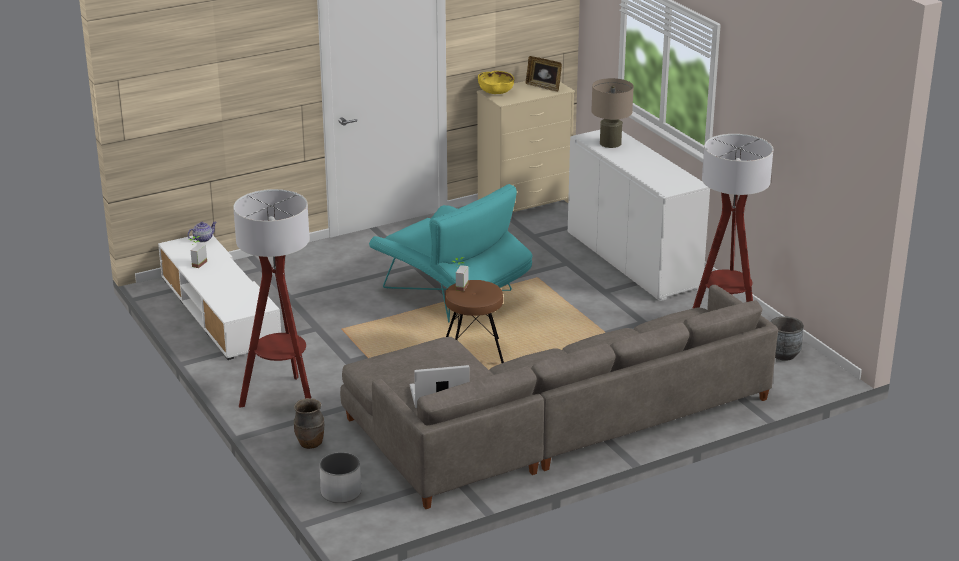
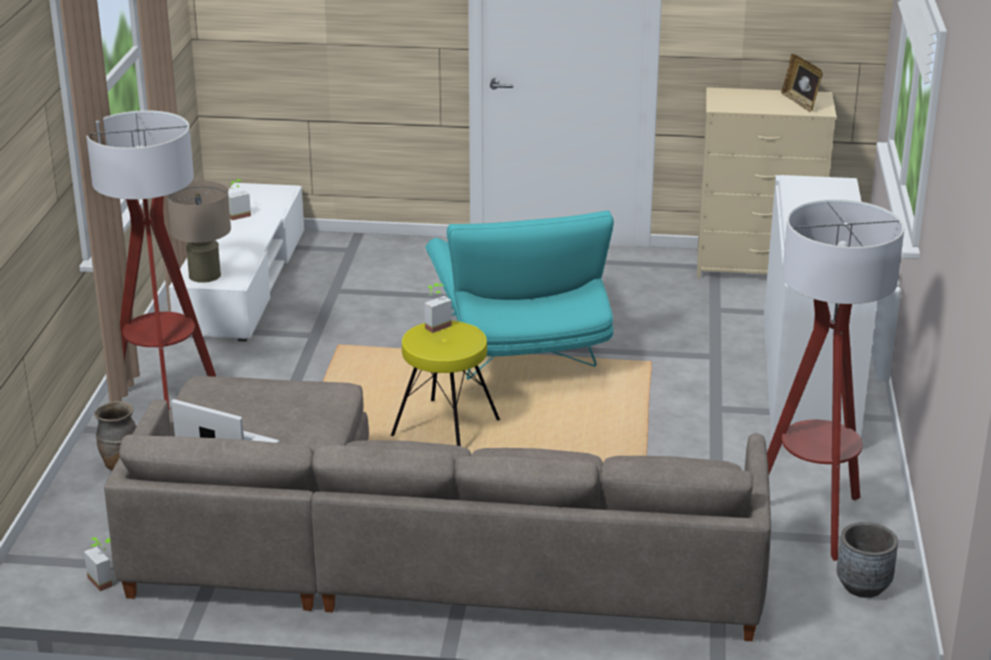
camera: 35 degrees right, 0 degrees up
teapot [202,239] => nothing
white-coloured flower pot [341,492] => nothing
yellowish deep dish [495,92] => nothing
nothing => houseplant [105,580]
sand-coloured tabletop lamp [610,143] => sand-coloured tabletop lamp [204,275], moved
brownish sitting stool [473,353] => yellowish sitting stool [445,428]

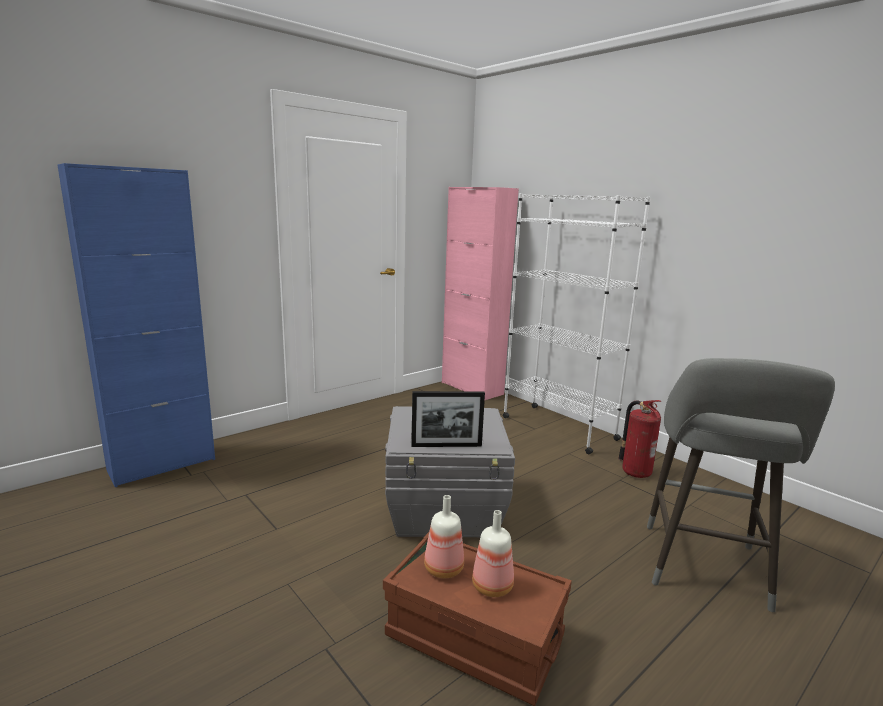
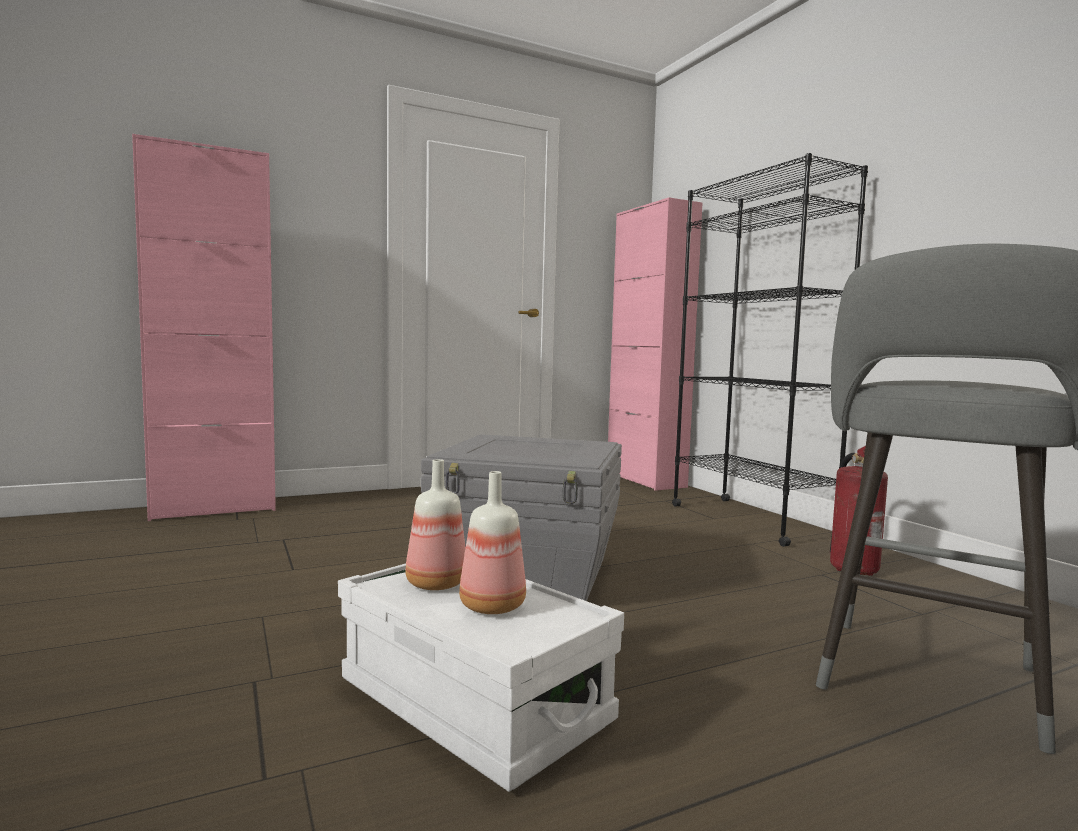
camera: 15 degrees right, 10 degrees down
standing frame [446,445] => nothing
bluish cabinet [162,464] => pink-coloured cabinet [214,509]
brownish storage bin [474,638] => white-coloured storage bin [473,703]
white-coloured bookshelf [558,428] => black-coloured bookshelf [750,520]

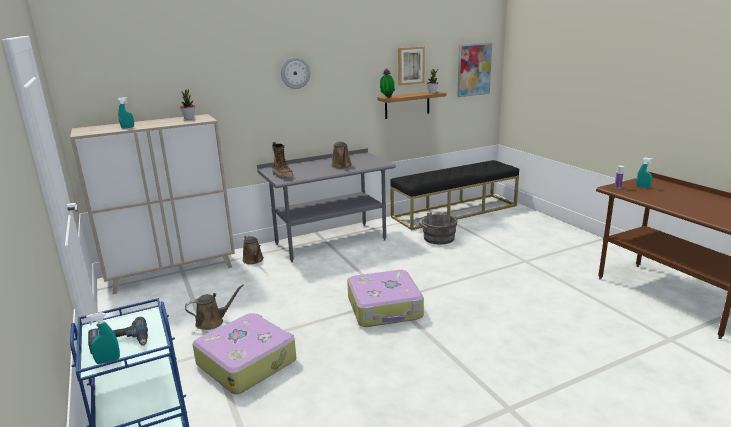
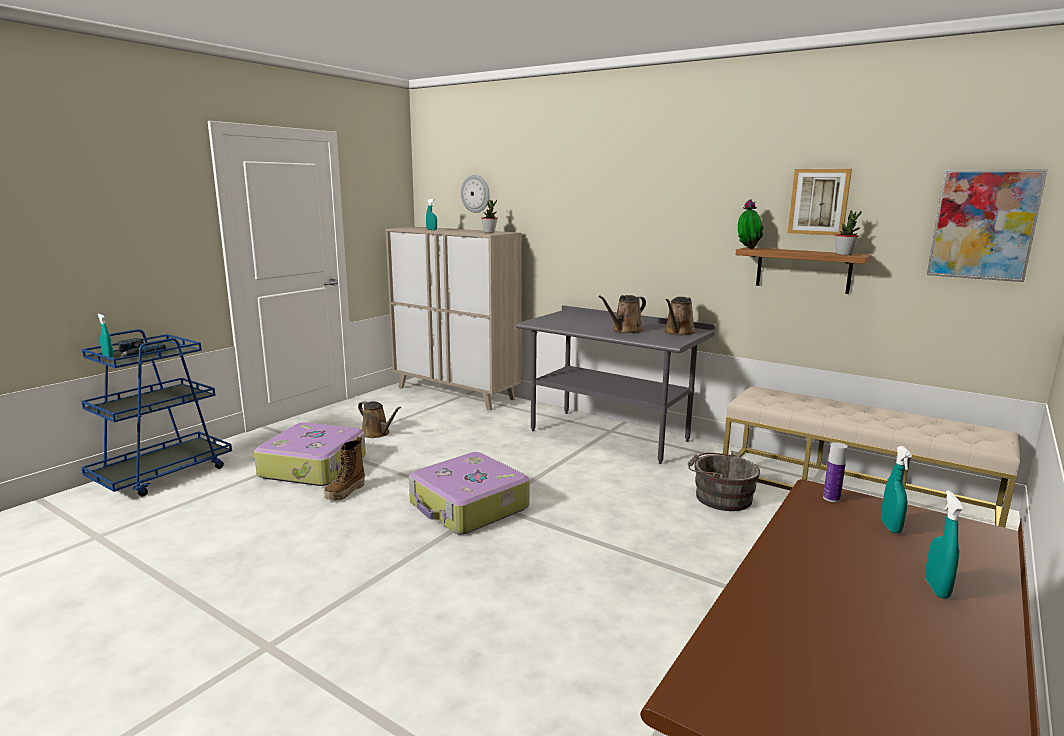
camera: 60 degrees right, 5 degrees down
nothing => turquoise-coloured spray bottle [936,588]
brownish watering can [254,260] => brownish watering can [678,332], moved
high-top boot [283,176] => high-top boot [345,492], moved
wall clock [295,73] => wall clock [475,194], moved
black-coloured indoor bench [455,211] => sand-coloured indoor bench [853,490]

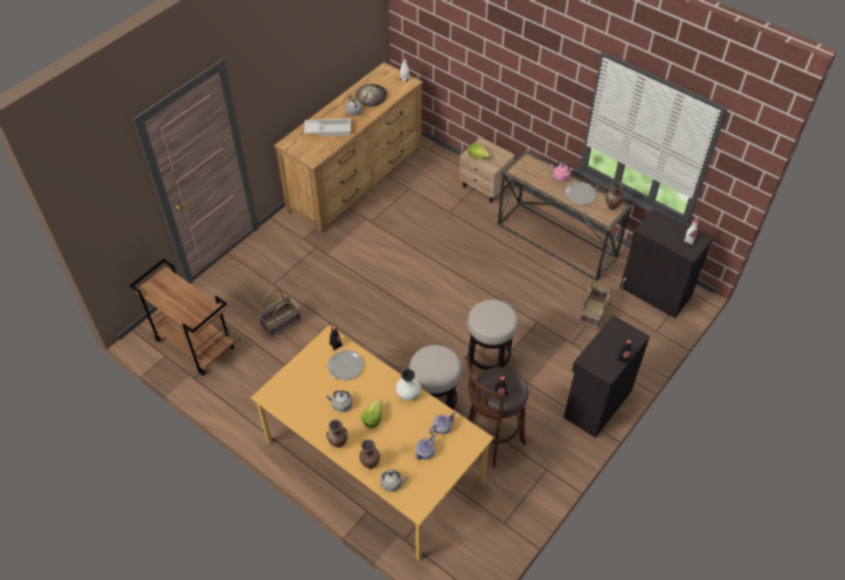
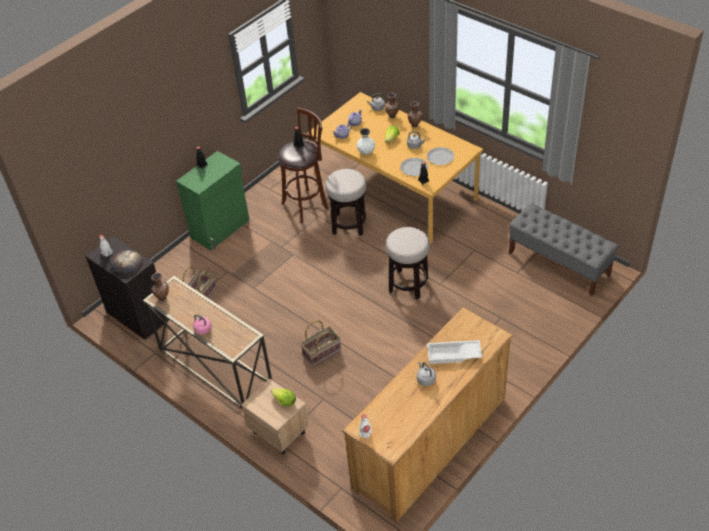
camera: 175 degrees left, 5 degrees down
storage basket [281,324] => storage basket [321,352], moved
bakery bread [371,96] => bakery bread [126,265], moved
sitting stool [488,360] => sitting stool [408,285], moved
flat dish [580,195] => flat dish [440,157], moved
brownish trolley [193,344] => greyish indoor bench [559,264]
black-coloured cabinet [596,404] => greenish cabinet [221,229]

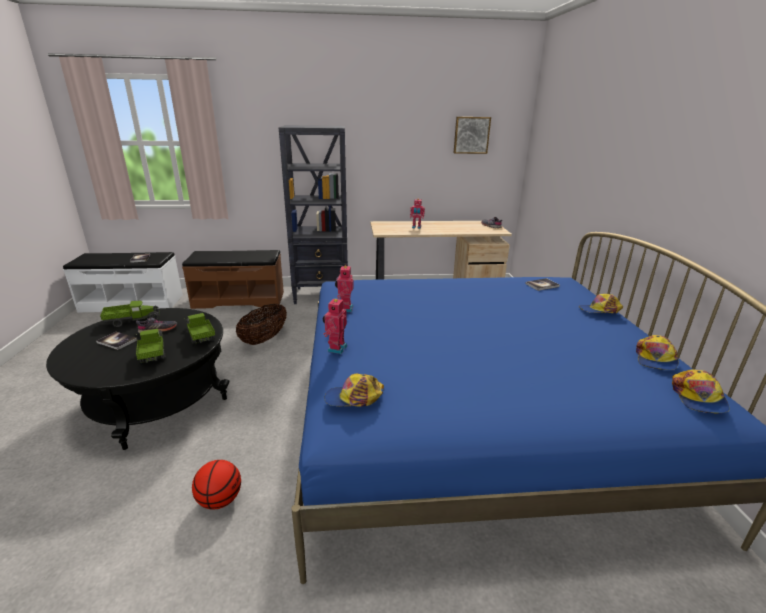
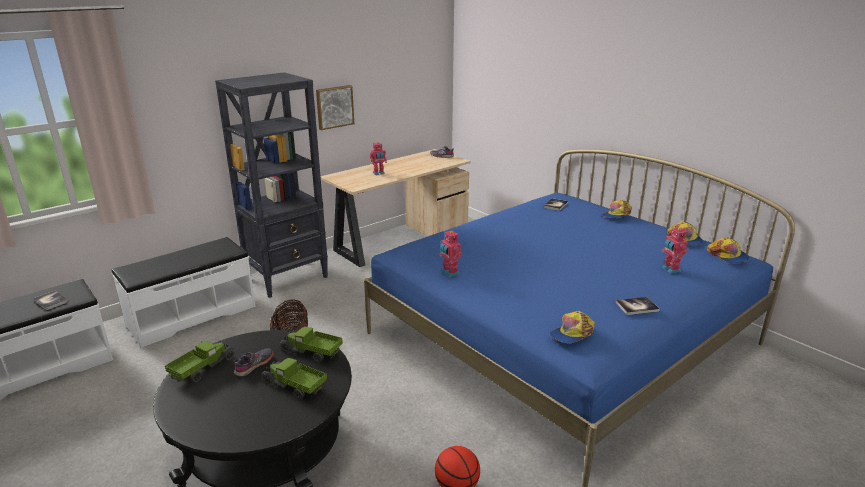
camera: 35 degrees left, 0 degrees up
bound book [117,341] => bound book [637,307], moved
model robot [336,348] => model robot [670,269], moved
wall picture [471,135] => wall picture [334,107], moved
brownish indoor bench [239,299] => white-coloured indoor bench [192,315]

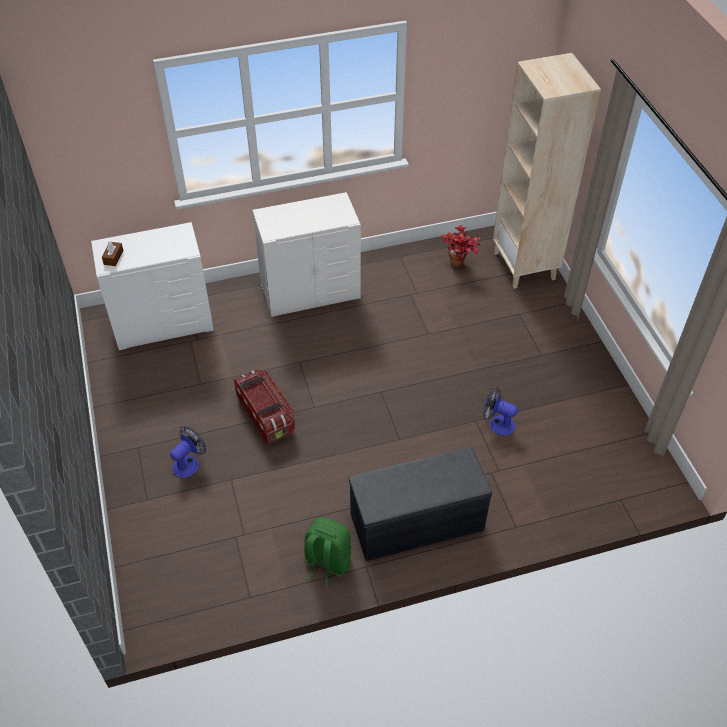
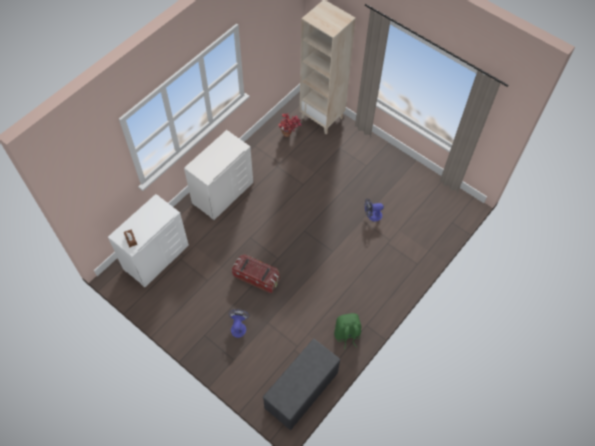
camera: 35 degrees left, 10 degrees up
greyish indoor bench [416,523] => greyish indoor bench [301,391], moved

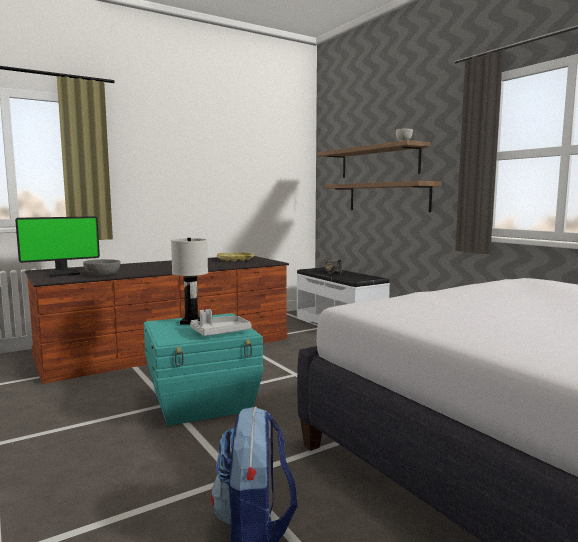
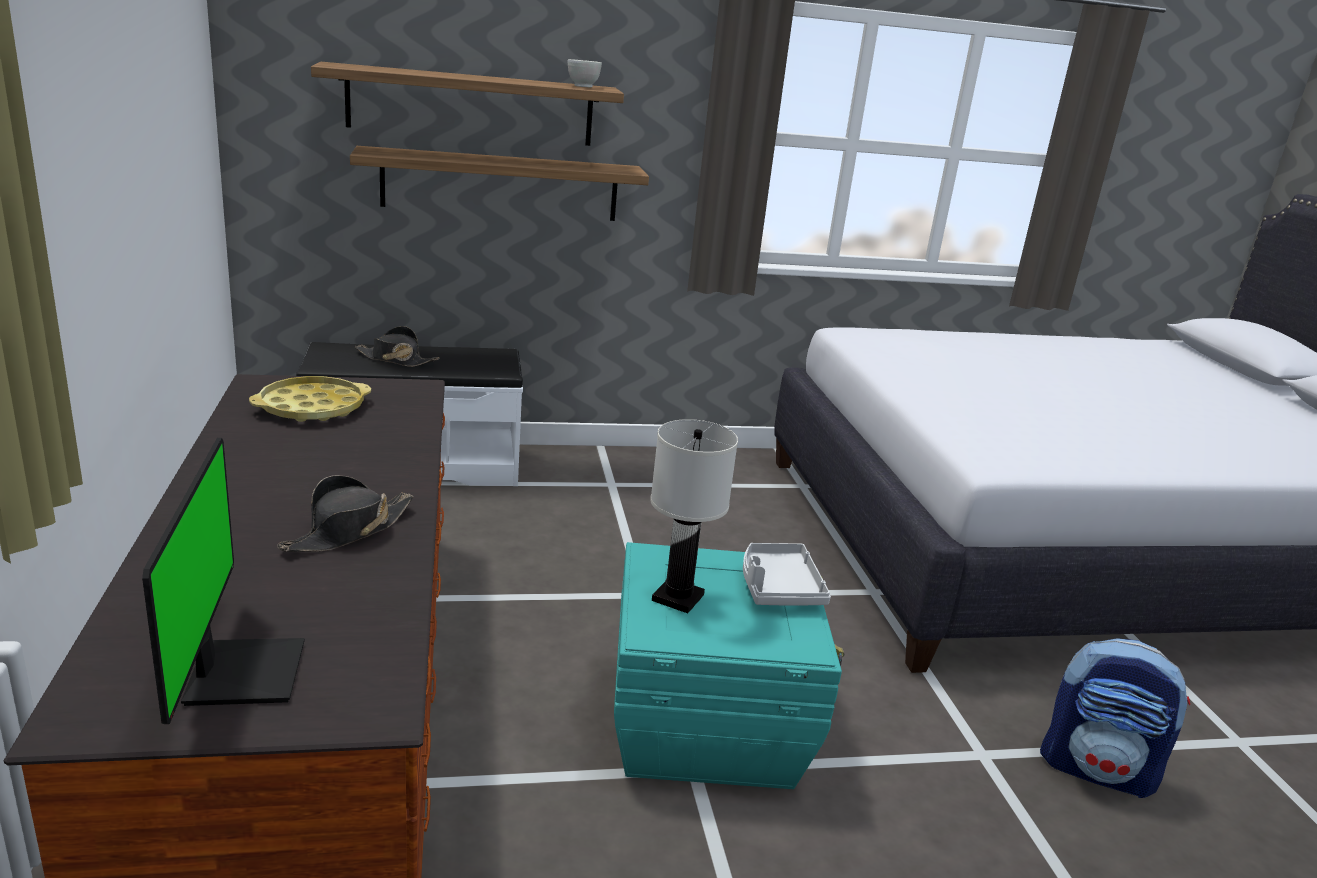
camera: 70 degrees left, 15 degrees up
greyish deep dish [103,275] => nothing
nothing => black-coloured clothing hat [348,531]

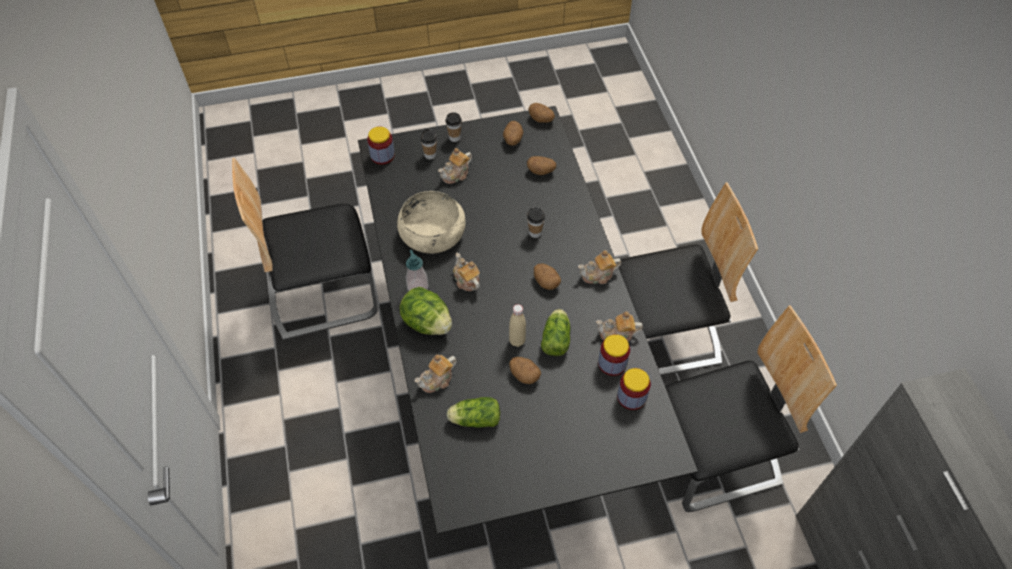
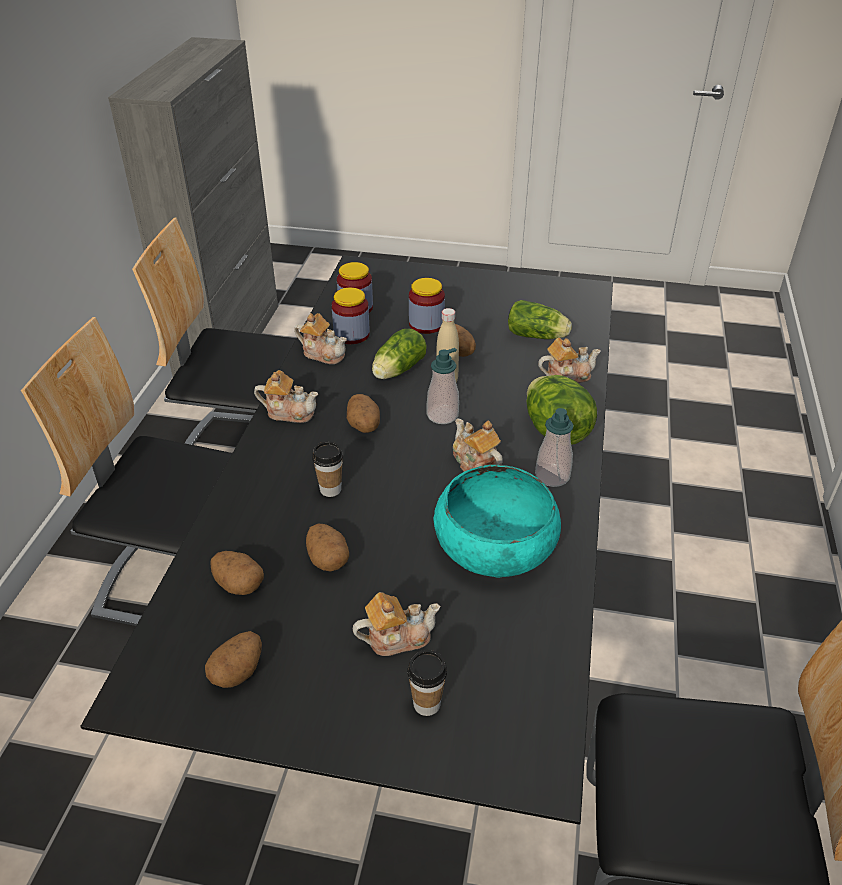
camera: 155 degrees left, 15 degrees down
small cup [454,138] => nothing
nothing => soap dispenser [442,415]
jar [382,155] => jar [426,324], moved
potato [541,119] => potato [328,559], moved
sand-coloured deep dish [432,233] => turquoise-coloured deep dish [495,544]
teapot [466,280] => teapot [475,462], 150 degrees clockwise

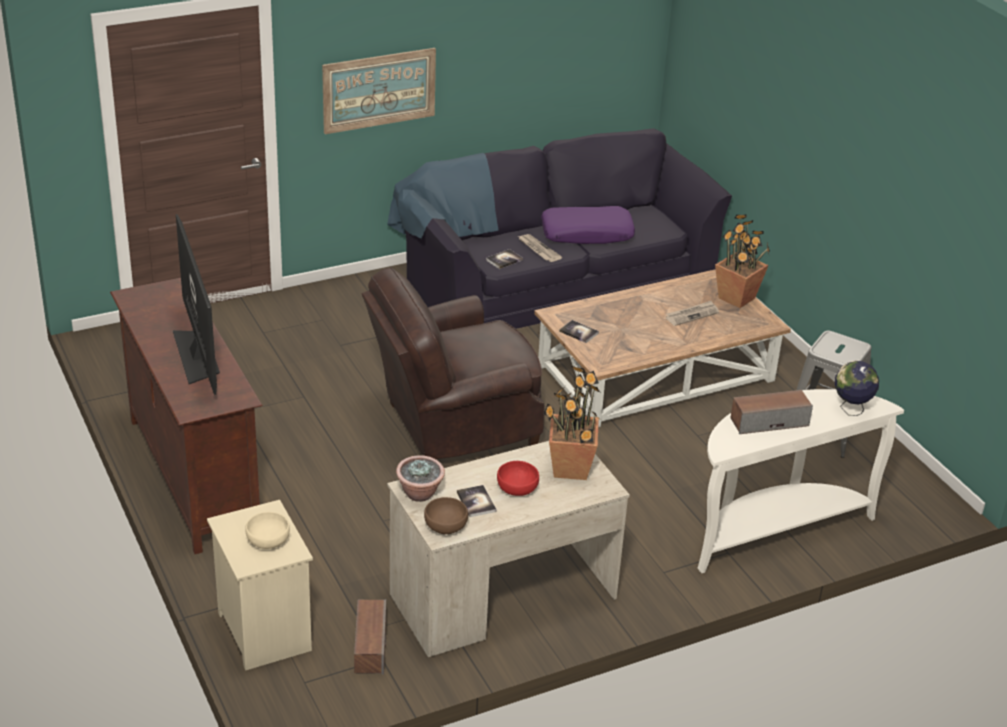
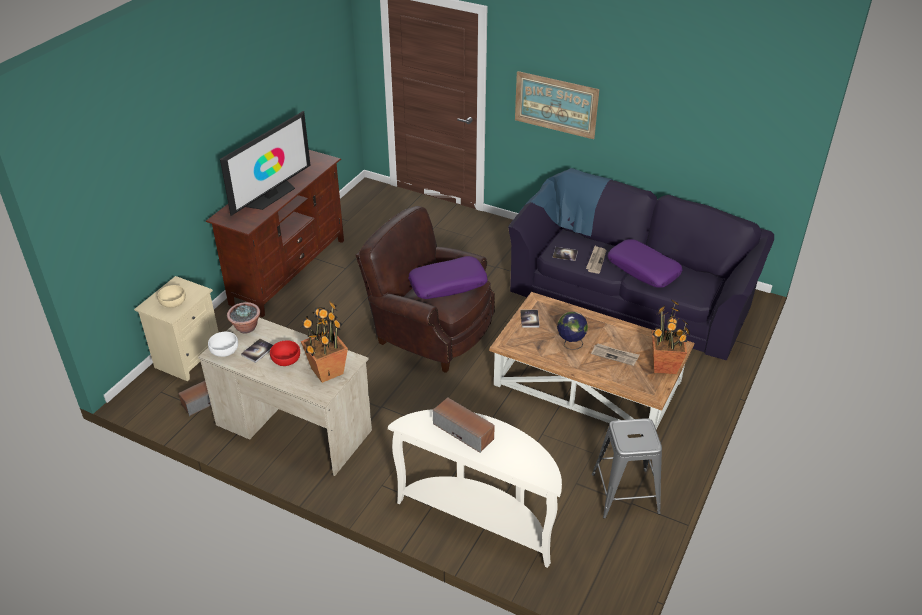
camera: 55 degrees right, 5 degrees up
nothing => purplish pillow [448,284]
world globe [851,409] => world globe [570,344], moved
brownish deep dish [445,526] => white-coloured deep dish [224,350]

